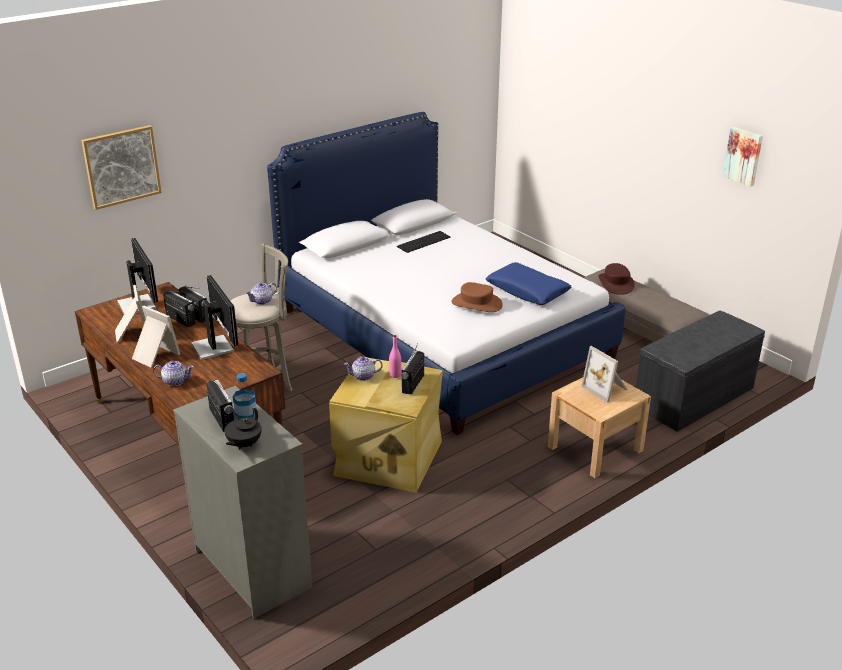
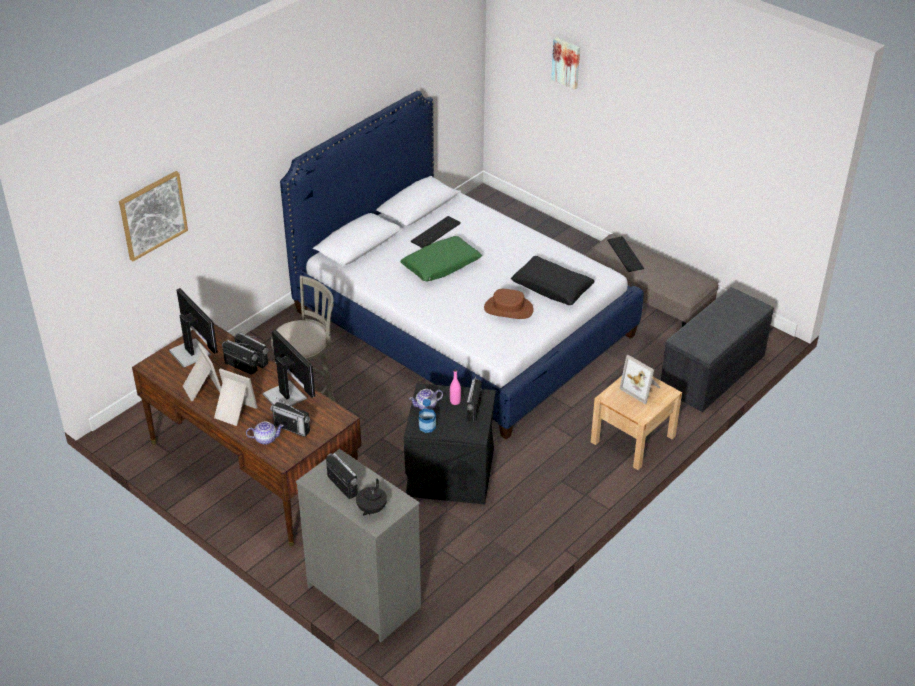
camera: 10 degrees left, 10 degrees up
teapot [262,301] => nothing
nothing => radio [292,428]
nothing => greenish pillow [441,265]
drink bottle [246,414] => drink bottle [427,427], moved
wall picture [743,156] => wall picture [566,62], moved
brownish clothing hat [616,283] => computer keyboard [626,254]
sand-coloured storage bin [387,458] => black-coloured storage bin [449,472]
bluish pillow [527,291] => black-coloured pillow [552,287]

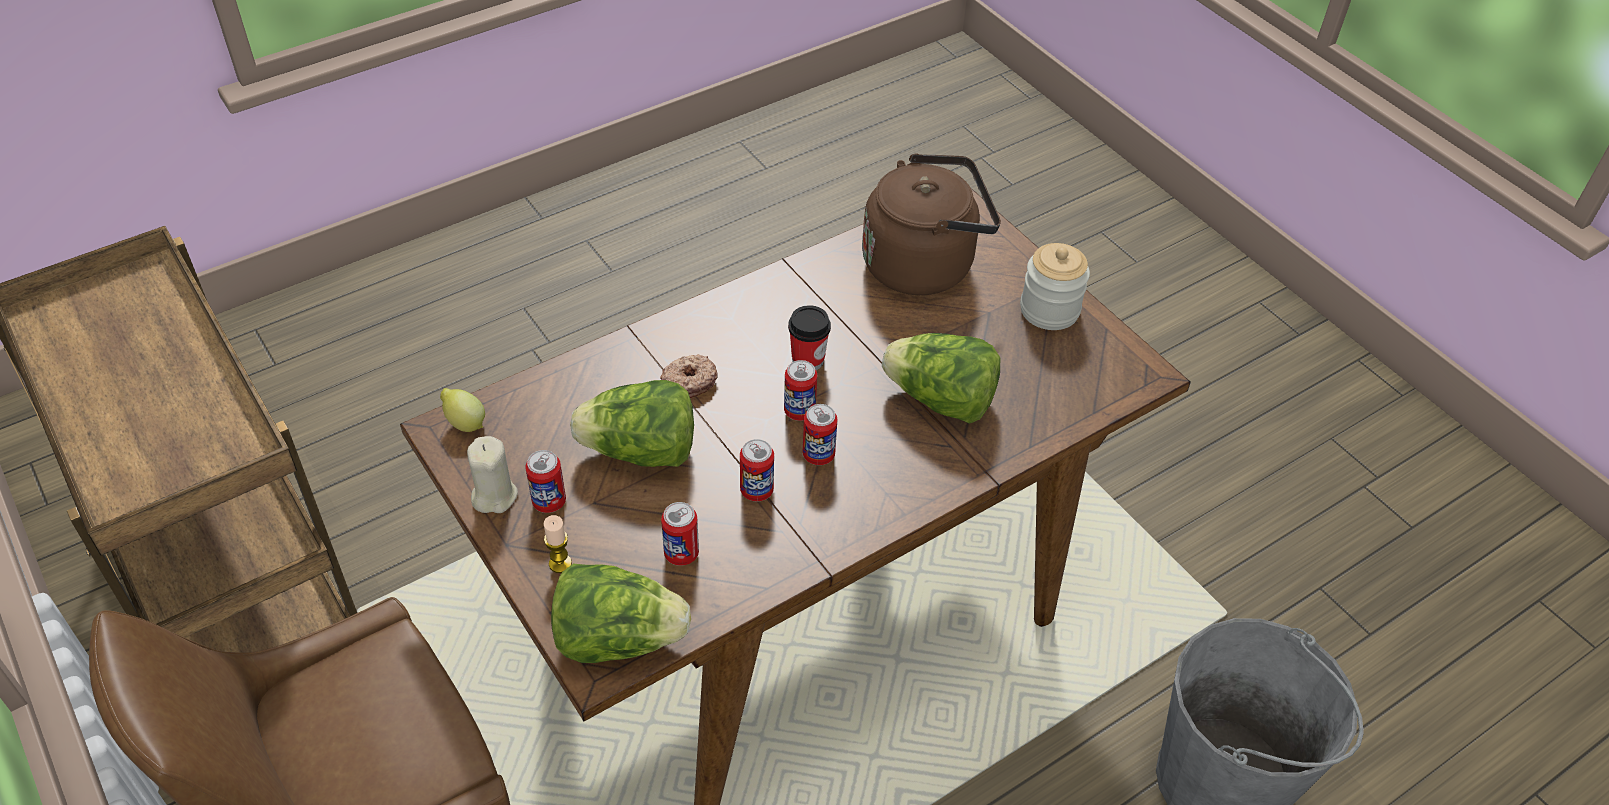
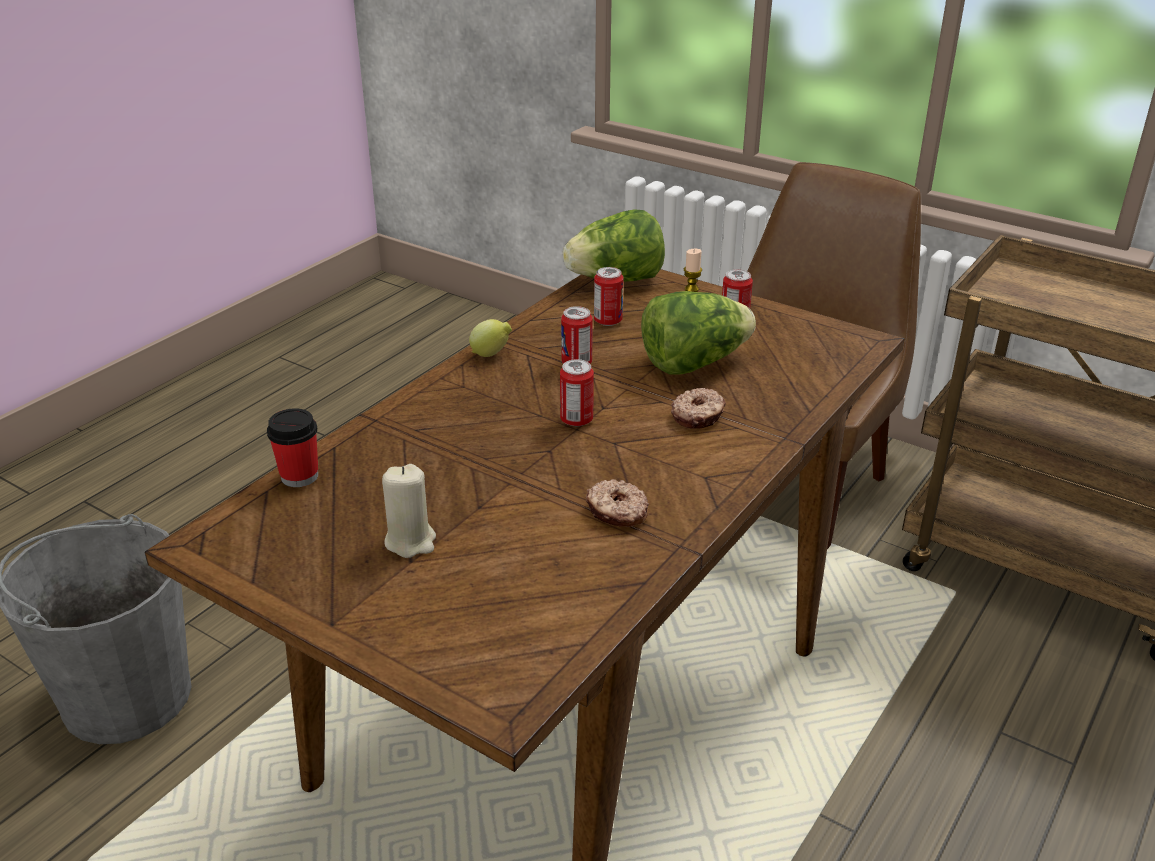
camera: 160 degrees right, 15 degrees down
can [818,455] => nothing
brownish tea kettle [924,264] => nothing
lettuce [940,401] => nothing
jar [1049,310] => nothing
nothing => doughnut [617,512]
whole lemon [464,423] => whole lemon [491,354], moved
sand-coloured candle [494,495] => sand-coloured candle [410,541], moved
small cup [808,360] => small cup [299,476], moved

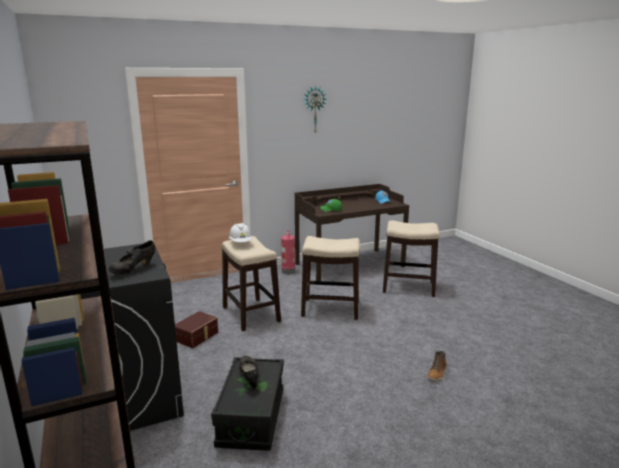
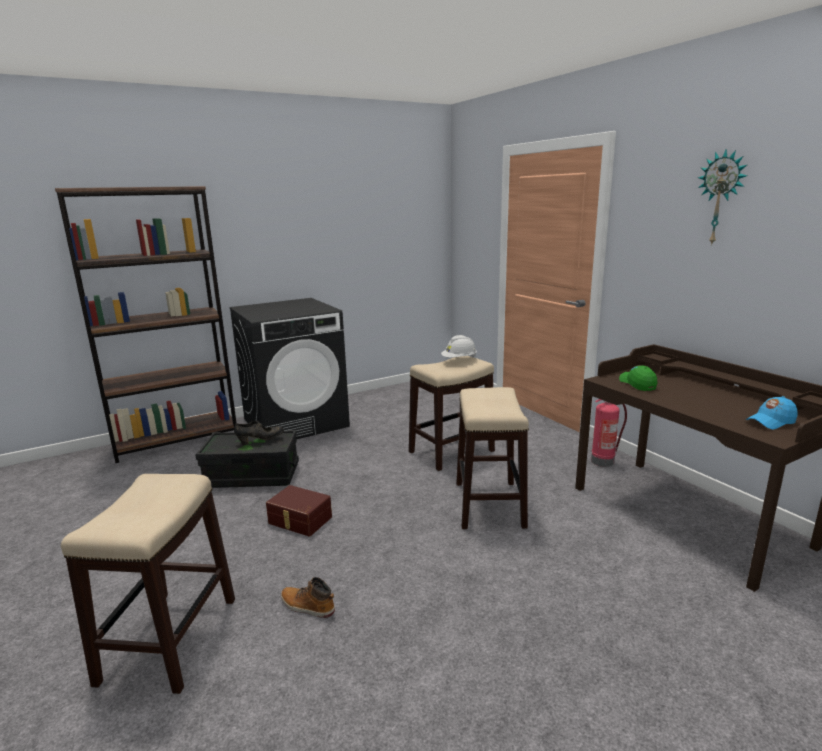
camera: 85 degrees right, 0 degrees up
black-coloured shoe [133,270] => nothing
brownish storage bin [197,336] => brownish storage bin [299,521], moved
sitting stool [408,287] => sitting stool [170,638], moved

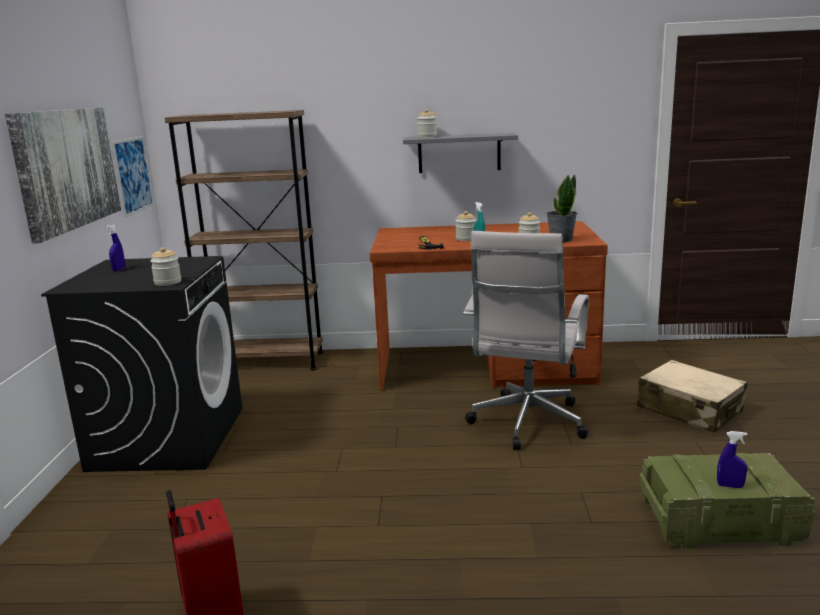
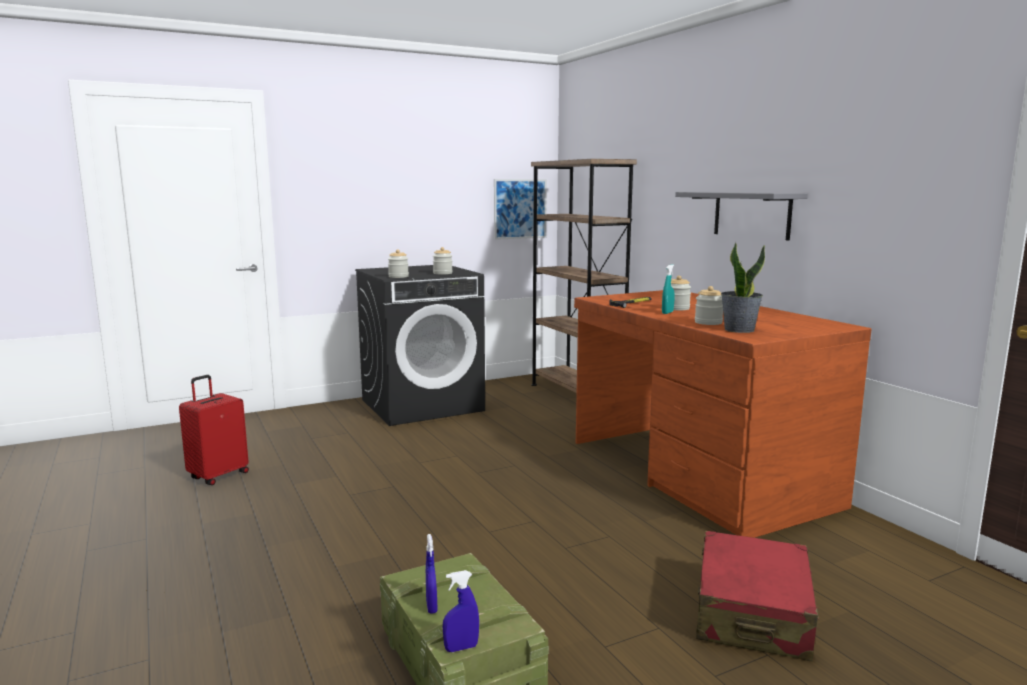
camera: 60 degrees right, 5 degrees down
wall picture [68,169] => nothing
white-coloured office chair [527,425] => nothing
bluish spray bottle [119,269] => bluish spray bottle [461,648], moved
jar [427,136] => jar [442,273], moved
sand-coloured suitcase [689,409] => red-coloured suitcase [752,614]

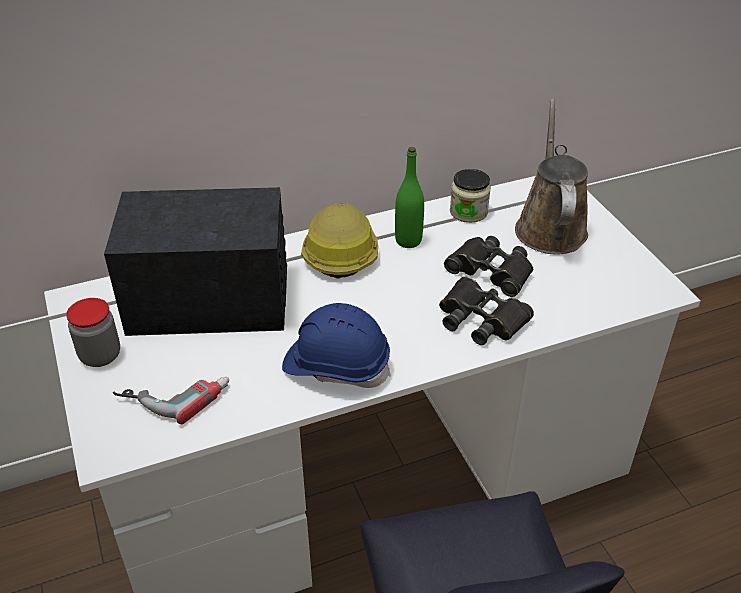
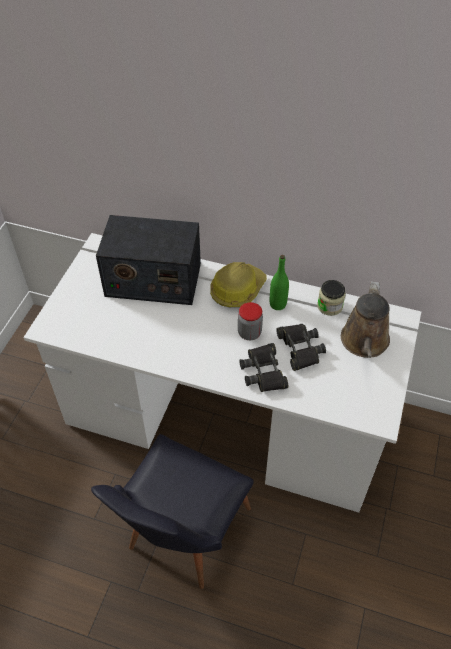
camera: 40 degrees right, 10 degrees up
electric drill [174,393] => nothing
bluish safety helmet [336,365] => nothing
jar [100,355] => jar [249,333], moved
radio [210,299] => radio [152,280], 150 degrees clockwise
brownish watering can [549,227] => brownish watering can [364,343], 150 degrees clockwise

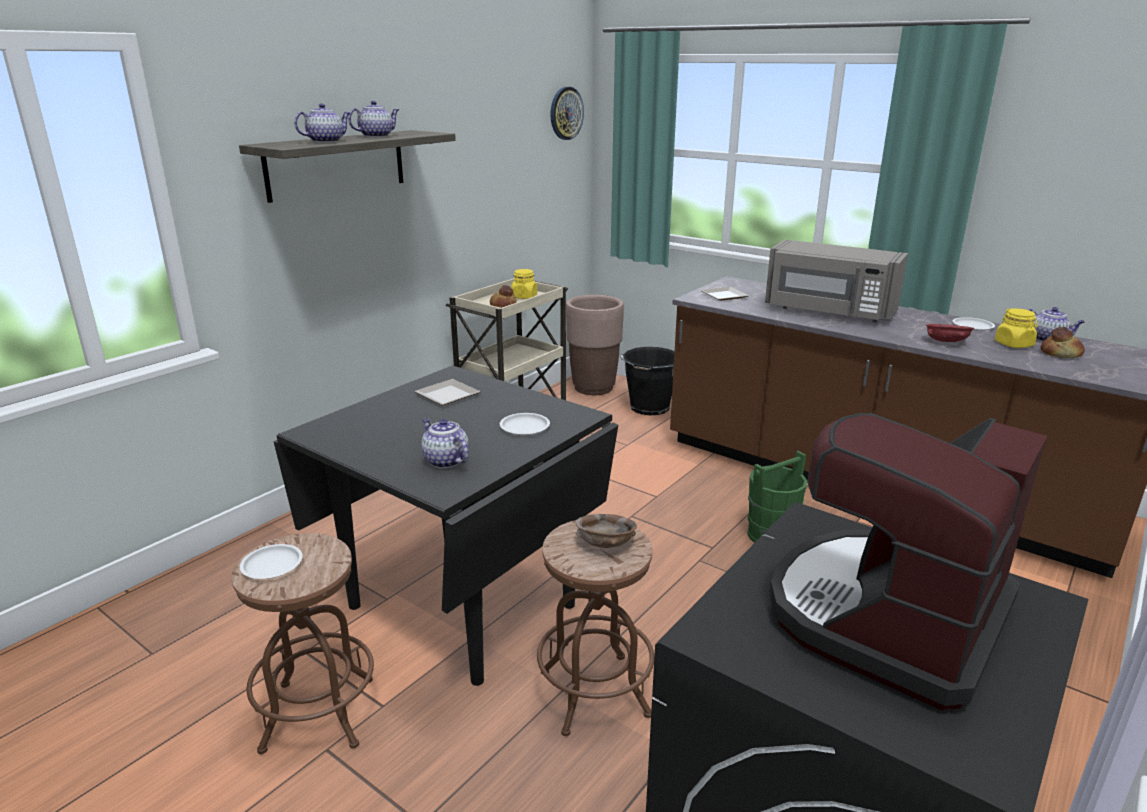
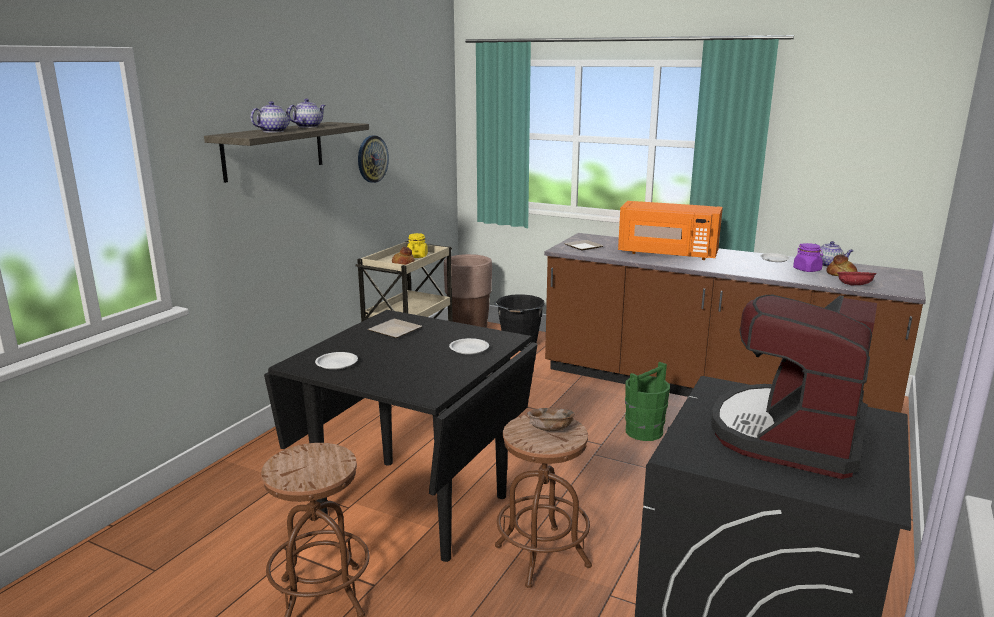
camera: 10 degrees left, 5 degrees down
teapot [445,460] => nothing
white-coloured flat dish [272,566] => white-coloured flat dish [336,363], moved
wall clock [566,113] => wall clock [372,159], moved
red-coloured deep dish [947,342] => red-coloured deep dish [855,285], moved
greyish microwave oven [829,311] => orange microwave oven [667,254]
yellowish jar [1014,344] => purplish jar [807,270]

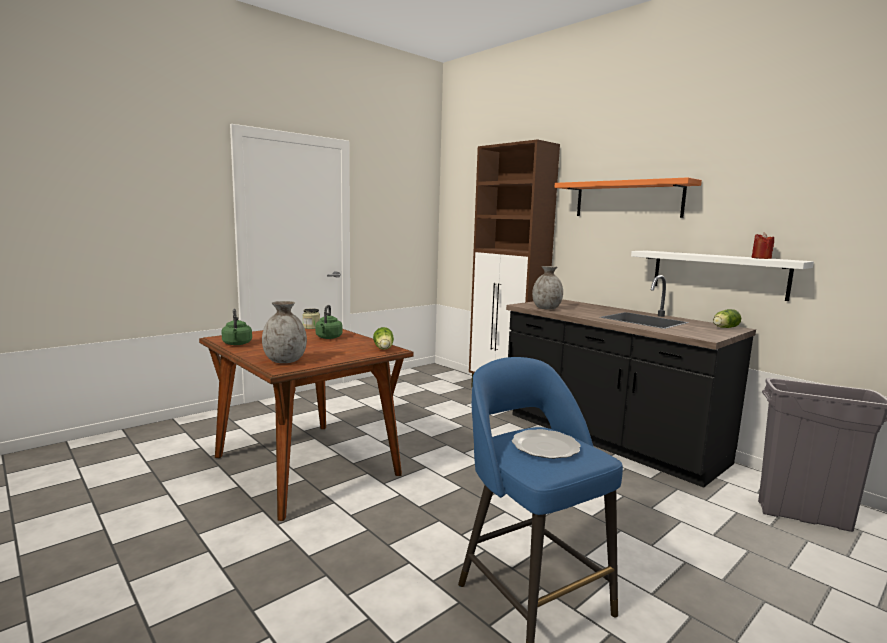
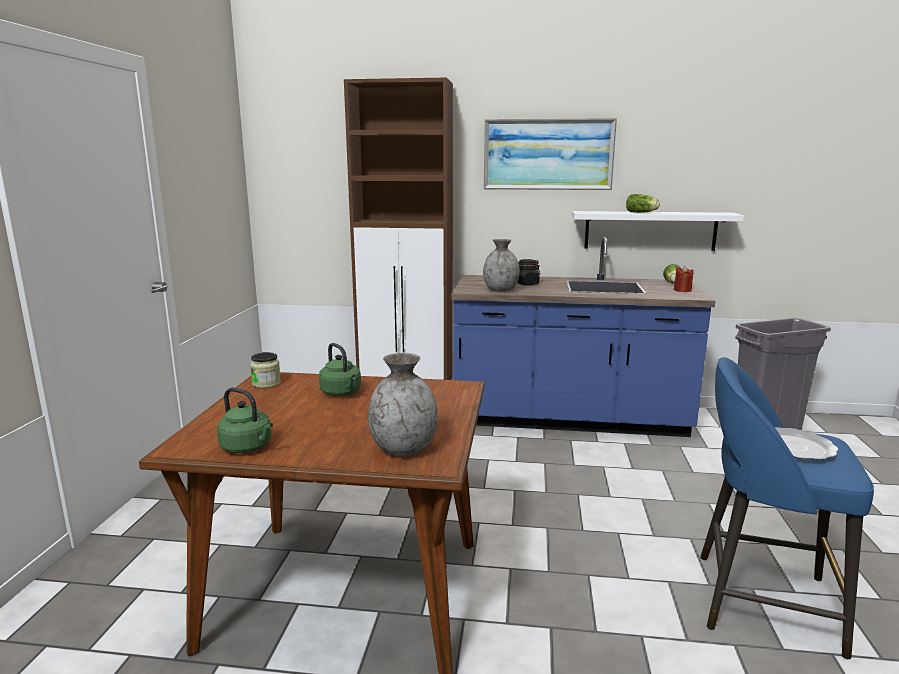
camera: 40 degrees left, 5 degrees up
nothing => black-coloured jar [526,284]
lettuce [383,349] => lettuce [642,212], moved
red-coloured candle [761,258] => red-coloured candle [682,290], moved
orange shelf [627,199] => wall picture [548,154]
black-coloured kitchen base unit [607,439] => bluish kitchen base unit [568,419]

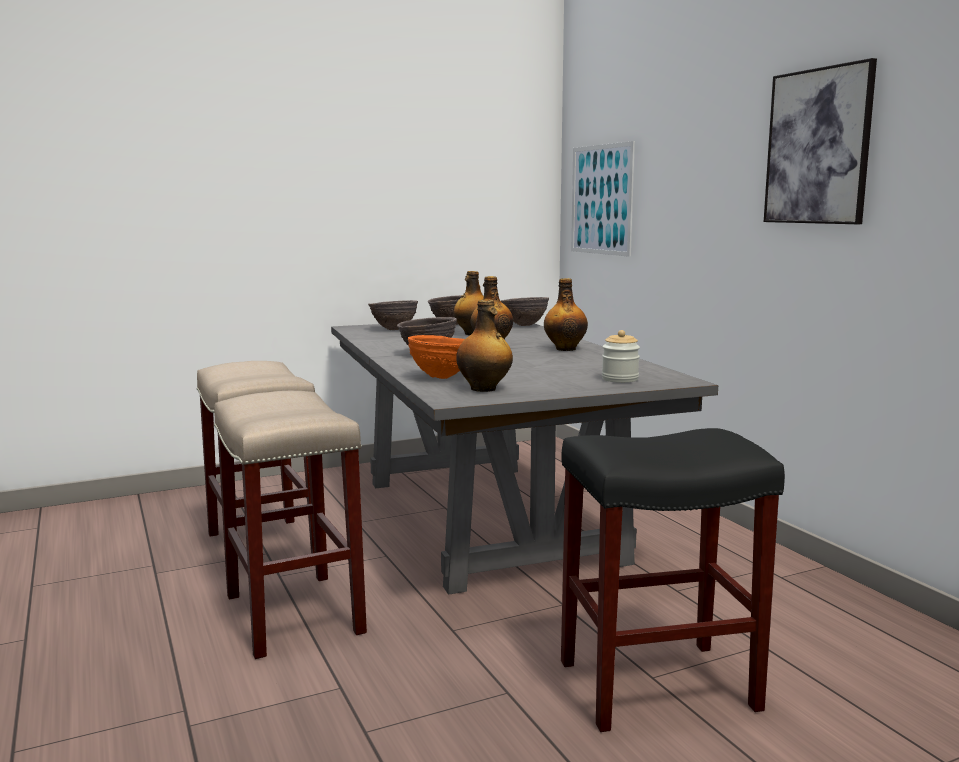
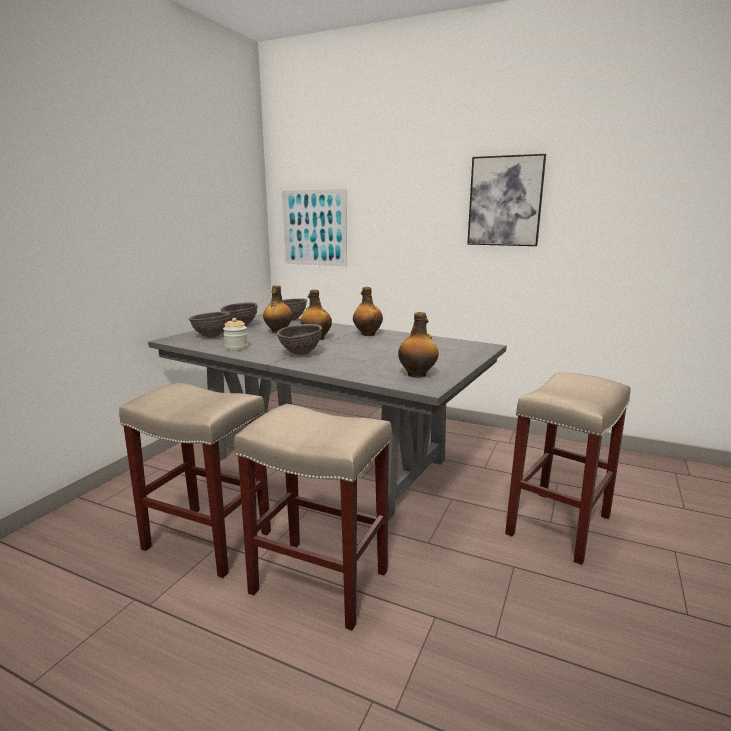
camera: 40 degrees left, 5 degrees up
orange deep dish [442,377] => nothing
jar [620,379] => jar [236,348], moved
black-coloured sitting stool [655,686] => sand-coloured sitting stool [559,526]

